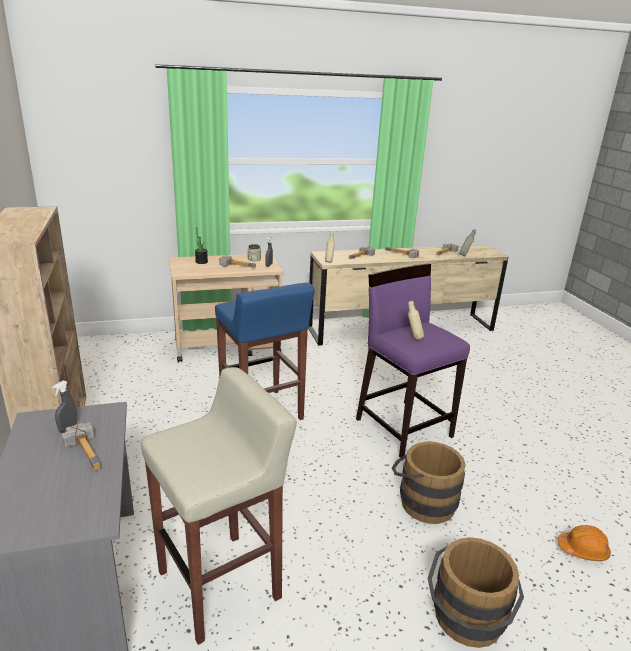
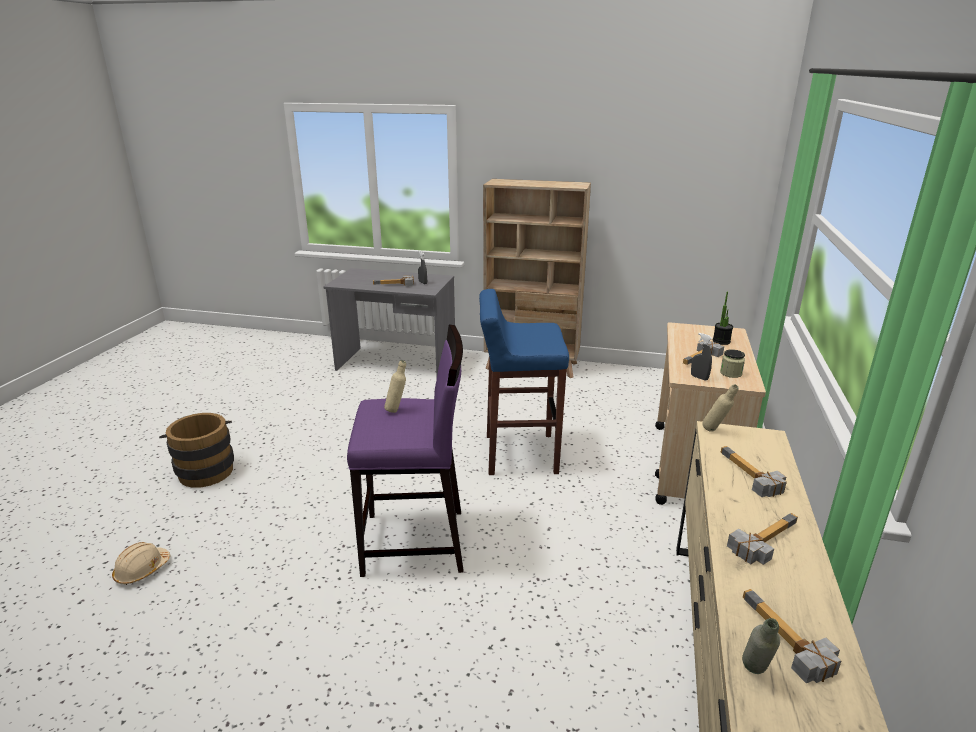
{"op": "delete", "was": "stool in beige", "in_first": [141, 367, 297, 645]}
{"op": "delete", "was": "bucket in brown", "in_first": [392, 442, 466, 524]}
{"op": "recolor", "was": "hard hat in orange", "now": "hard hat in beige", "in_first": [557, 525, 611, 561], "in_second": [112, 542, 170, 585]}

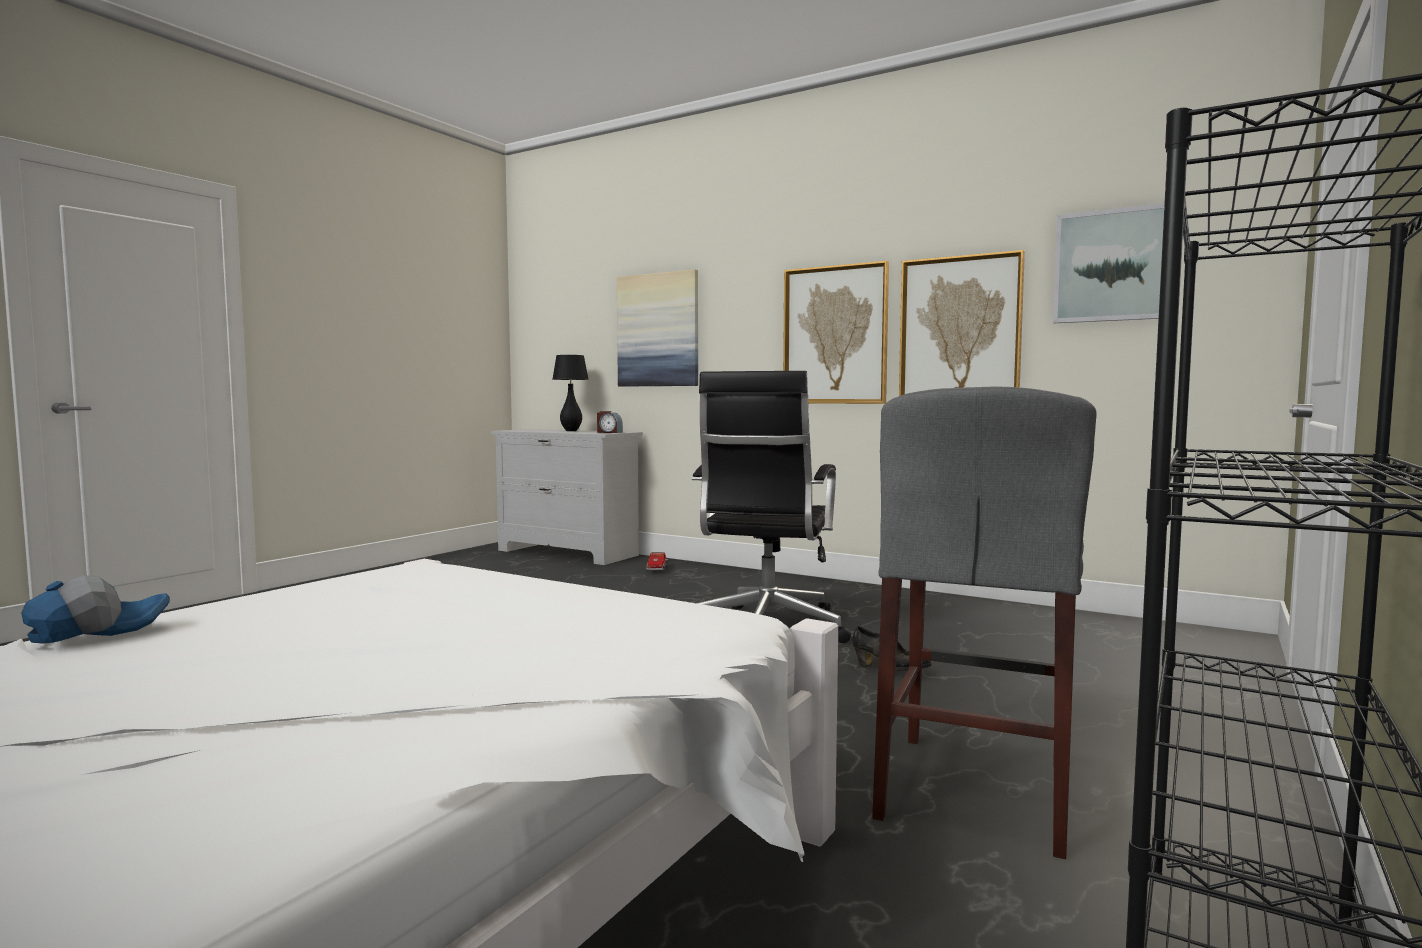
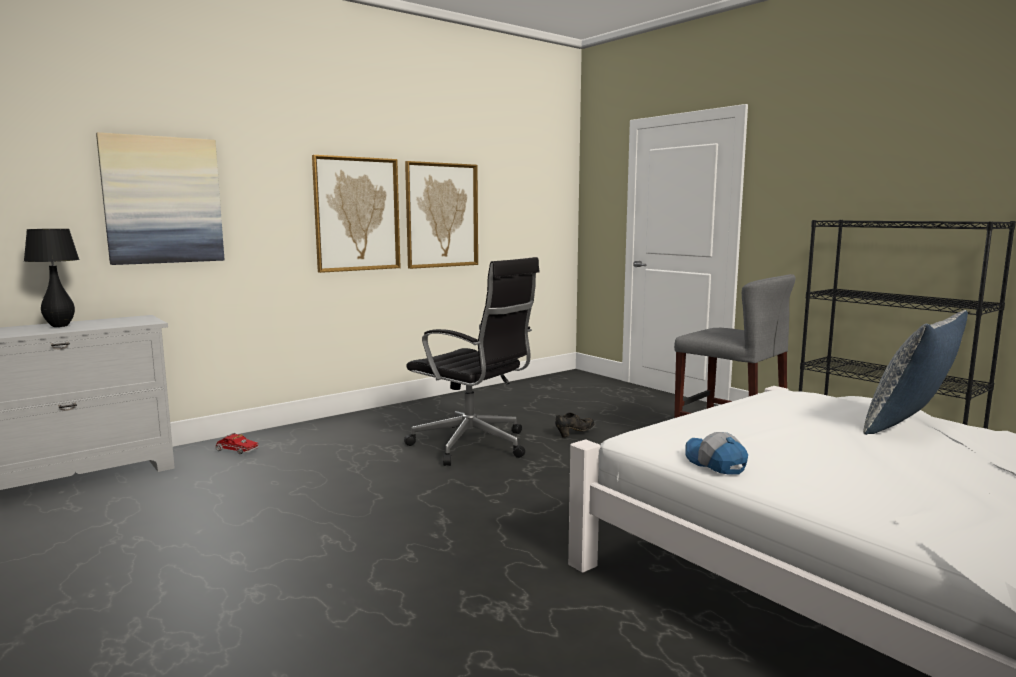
{"op": "delete", "was": "alarm clock", "in_first": [597, 411, 623, 433]}
{"op": "delete", "was": "picture", "in_first": [1053, 203, 1164, 323]}
{"op": "insert", "now": "pillow", "in_second": [863, 310, 968, 435]}
{"op": "move", "was": "cap", "in_first": [21, 575, 170, 644], "in_second": [685, 432, 748, 475]}

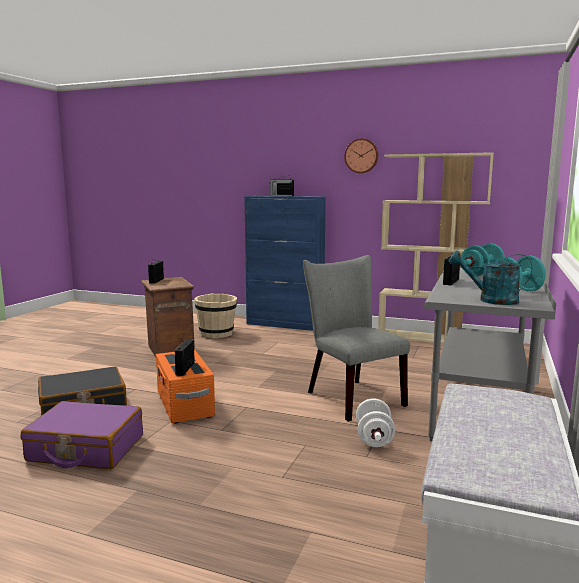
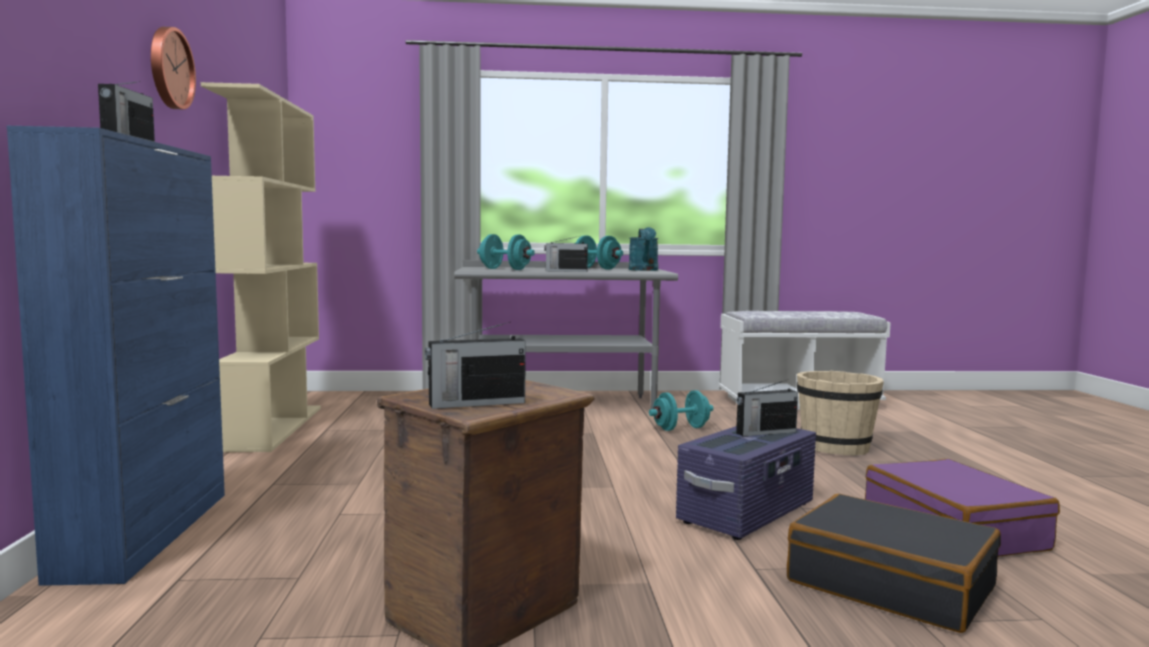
{"op": "delete", "was": "chair in grey", "in_first": [303, 255, 410, 422]}
{"op": "move", "was": "bucket in beige", "in_first": [194, 293, 237, 339], "in_second": [797, 371, 884, 455]}
{"op": "recolor", "was": "storage box in orange", "now": "storage box in purple", "in_first": [156, 350, 215, 424], "in_second": [676, 426, 816, 540]}
{"op": "recolor", "was": "dumbbell in white", "now": "dumbbell in turquoise", "in_first": [356, 399, 395, 447], "in_second": [649, 390, 713, 431]}

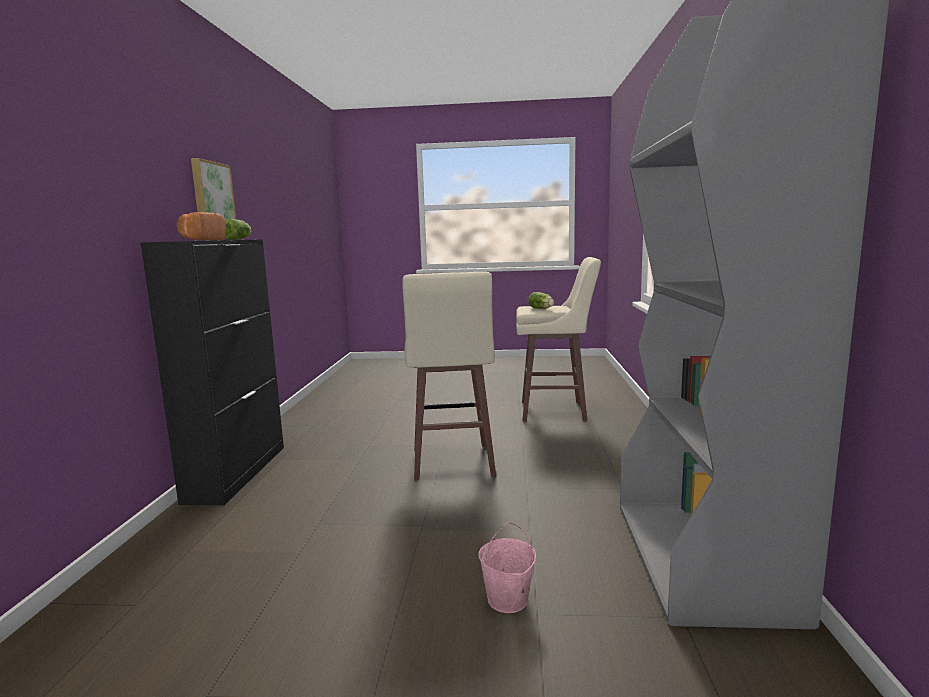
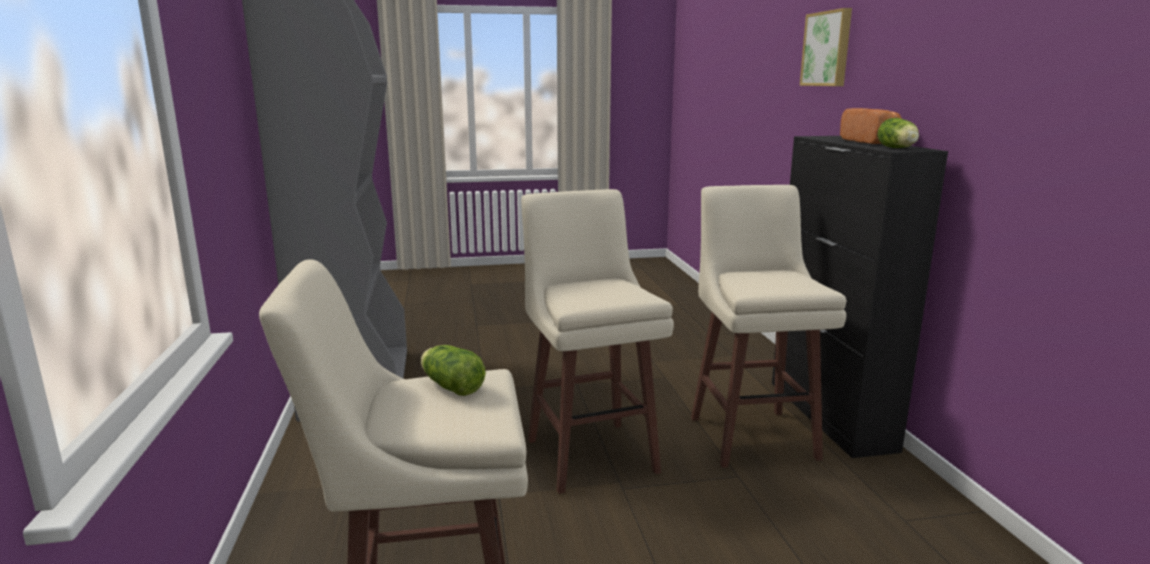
{"op": "delete", "was": "bucket in pink", "in_first": [478, 522, 536, 613]}
{"op": "insert", "now": "stool in beige", "in_second": [691, 185, 846, 468]}
{"op": "move", "was": "picture", "in_first": [191, 158, 236, 219], "in_second": [800, 8, 852, 86]}

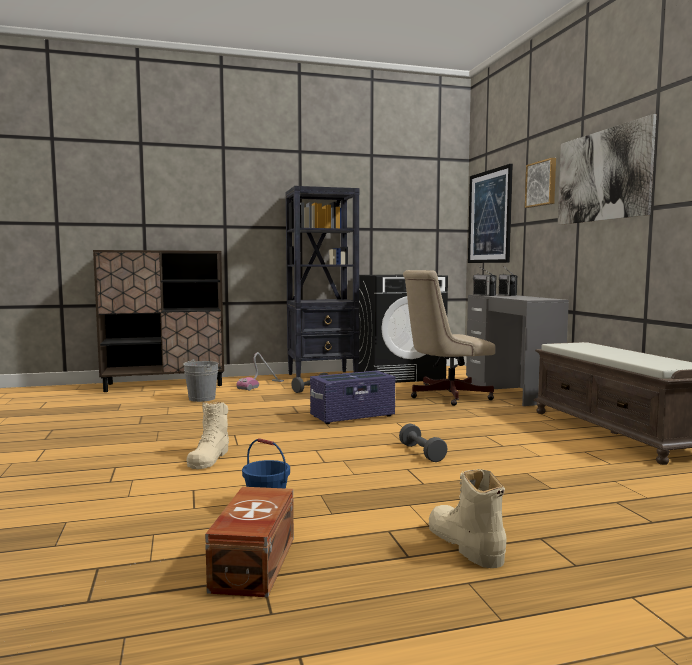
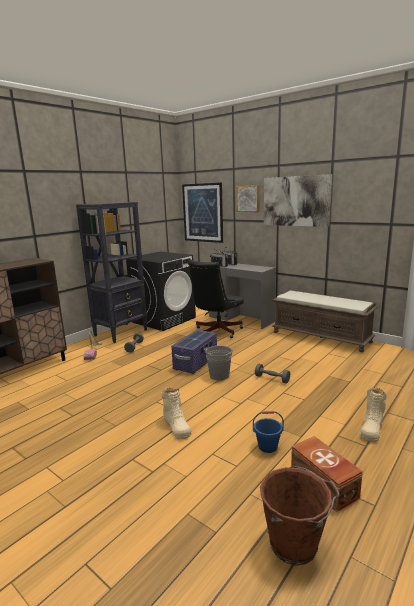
{"op": "insert", "now": "bucket in brown", "in_second": [260, 465, 340, 566]}
{"op": "move", "was": "bucket in grey", "in_first": [183, 359, 219, 402], "in_second": [204, 346, 233, 380]}
{"op": "recolor", "was": "office chair in beige", "now": "office chair in black", "in_first": [403, 270, 495, 406], "in_second": [188, 259, 244, 338]}
{"op": "rotate", "was": "boot in beige", "in_first": [428, 469, 506, 568], "in_second": [360, 387, 387, 442], "clockwise": -90}

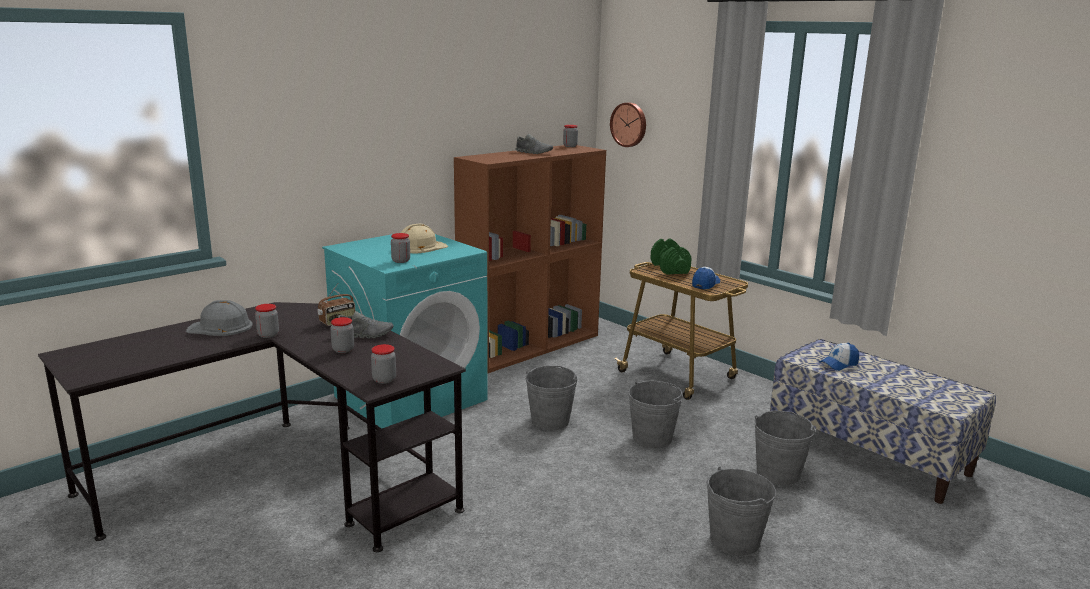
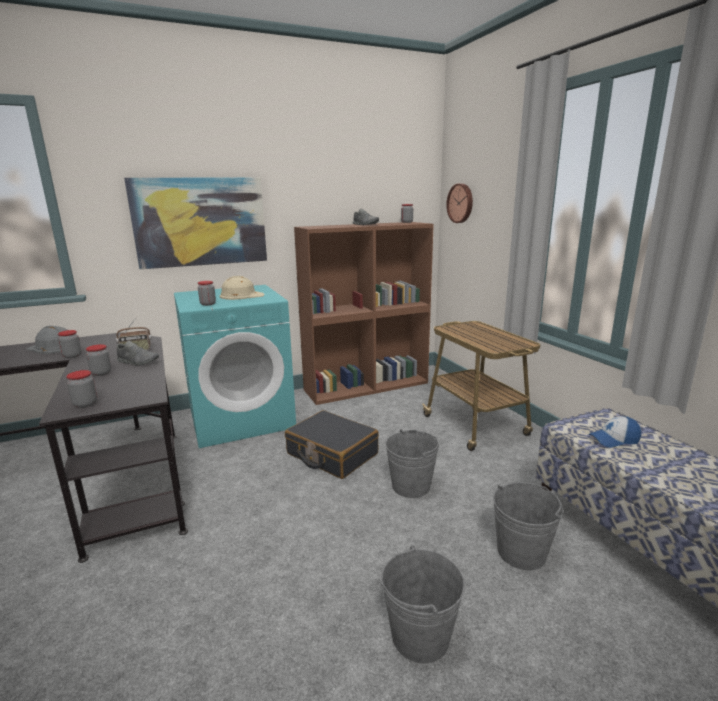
{"op": "delete", "was": "dumbbell in green", "in_first": [650, 238, 692, 274]}
{"op": "delete", "was": "cap", "in_first": [692, 267, 720, 289]}
{"op": "insert", "now": "picture", "in_second": [124, 178, 267, 269]}
{"op": "replace", "was": "bucket in grey", "now": "suitcase in black", "in_first": [525, 366, 578, 430], "in_second": [285, 410, 379, 479]}

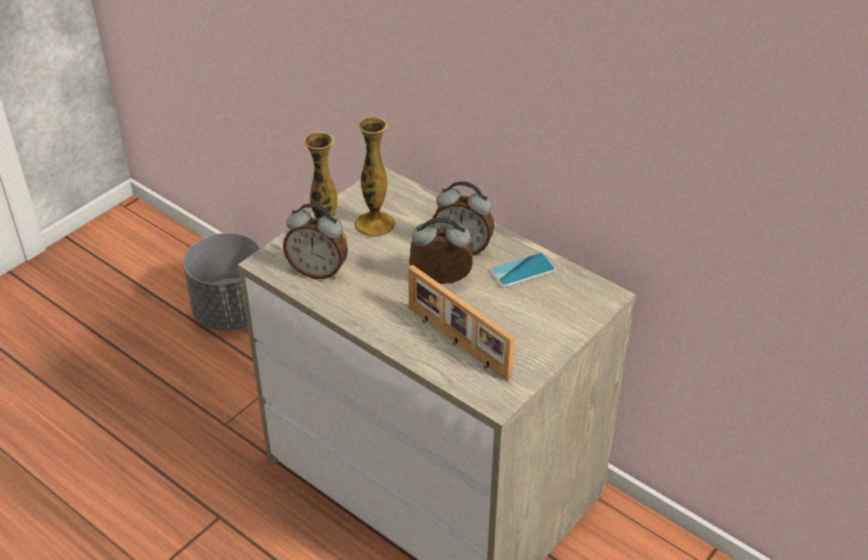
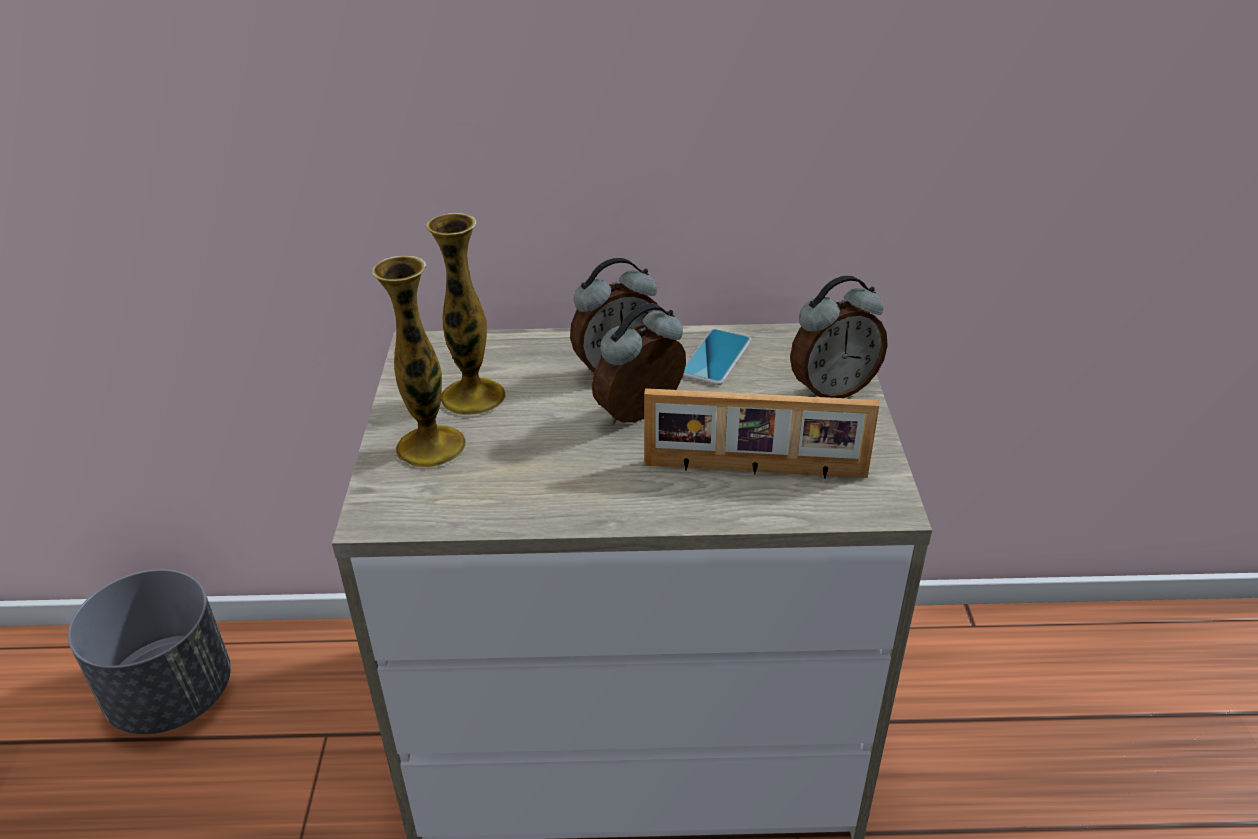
{"op": "move", "was": "alarm clock", "in_first": [283, 203, 348, 279], "in_second": [790, 276, 888, 398]}

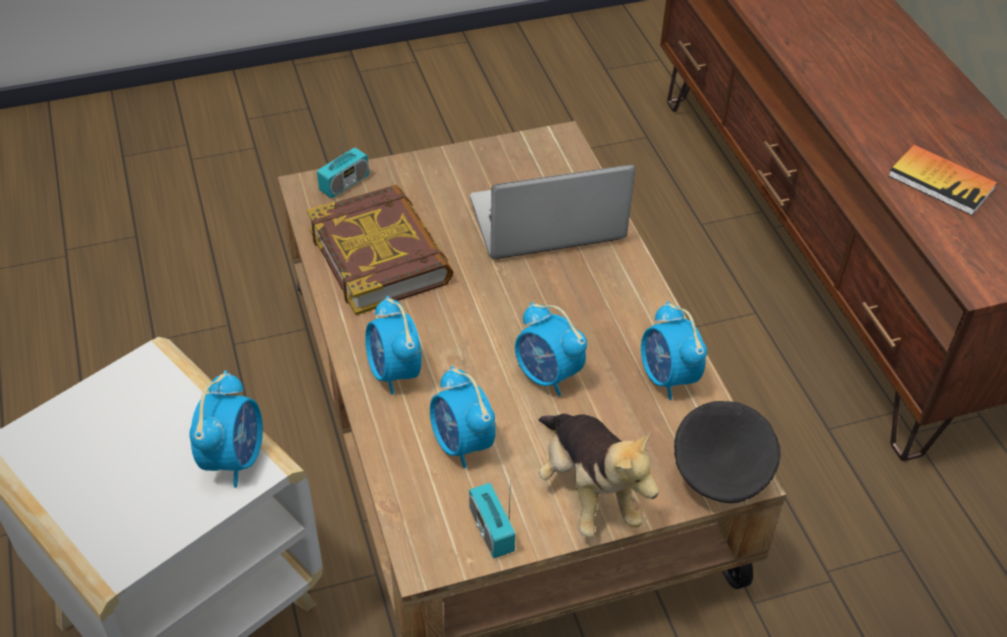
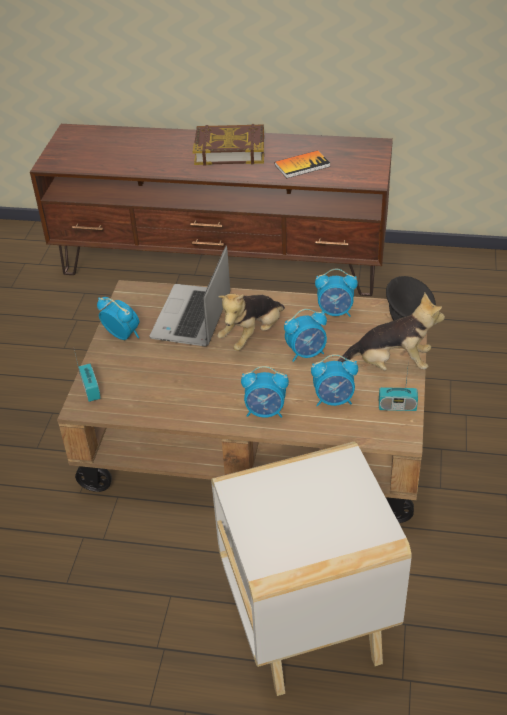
{"op": "insert", "now": "plush toy", "in_second": [218, 294, 285, 351]}
{"op": "move", "was": "alarm clock", "in_first": [189, 370, 263, 488], "in_second": [97, 297, 139, 340]}
{"op": "move", "was": "book", "in_first": [307, 185, 454, 315], "in_second": [193, 124, 264, 166]}

